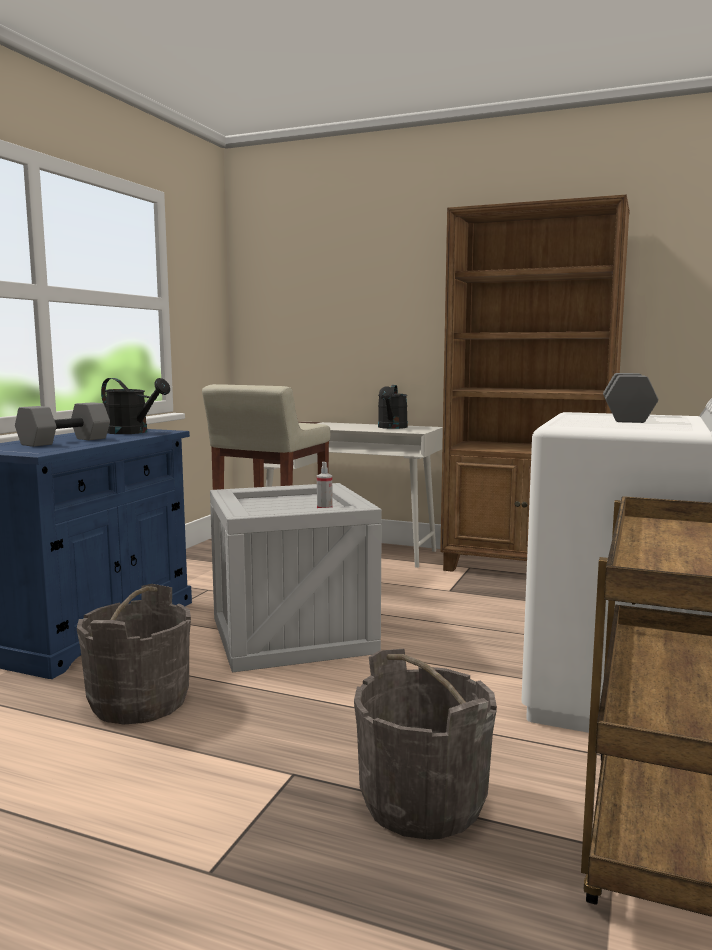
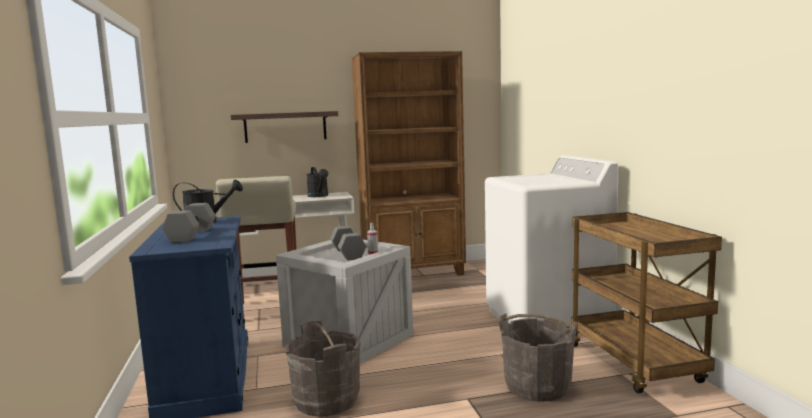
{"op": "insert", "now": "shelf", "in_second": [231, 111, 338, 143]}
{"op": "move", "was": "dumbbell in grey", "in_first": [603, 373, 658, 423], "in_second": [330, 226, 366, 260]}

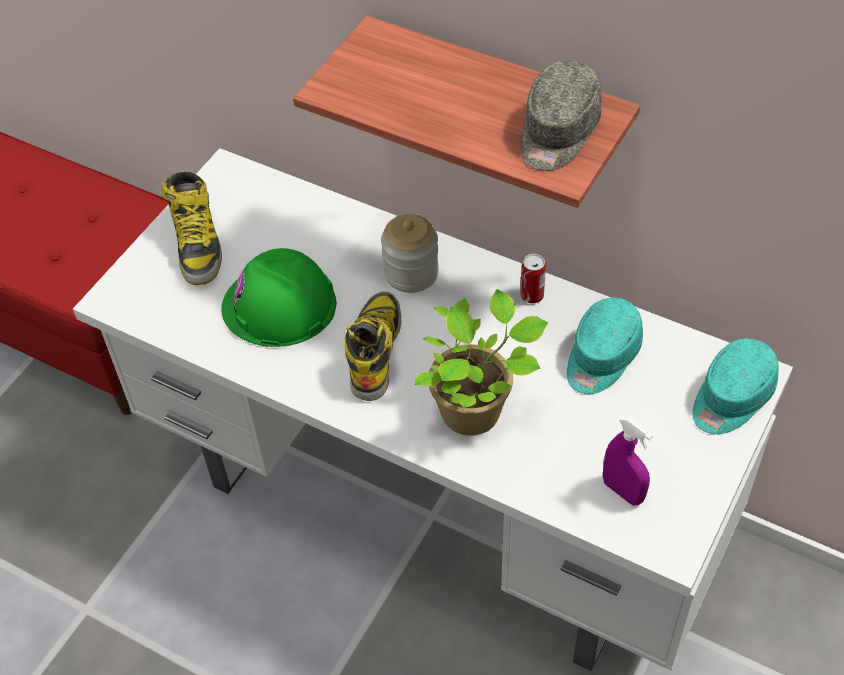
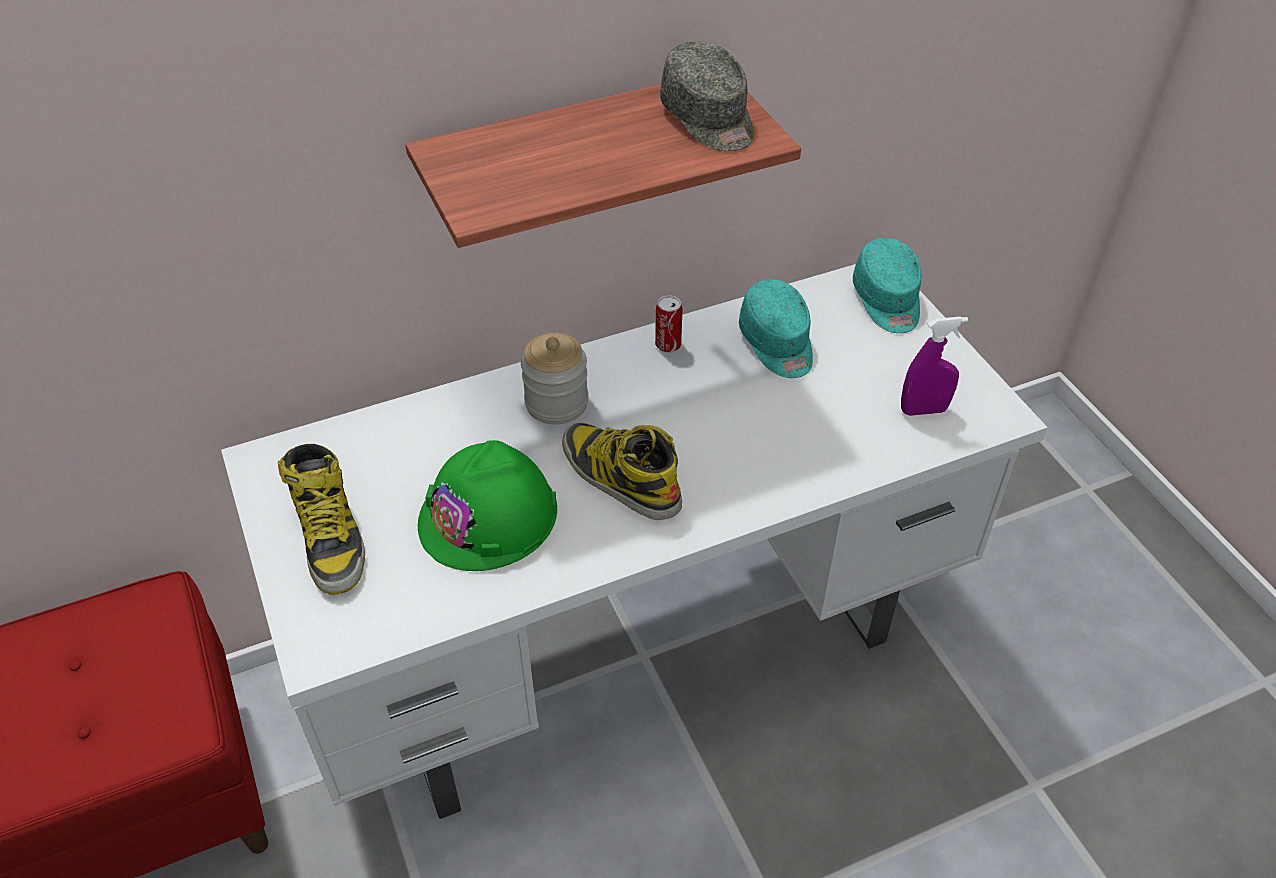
{"op": "delete", "was": "potted plant", "in_first": [415, 289, 548, 436]}
{"op": "rotate", "was": "boot", "in_first": [161, 172, 222, 285], "in_second": [278, 444, 365, 595], "clockwise": 45}

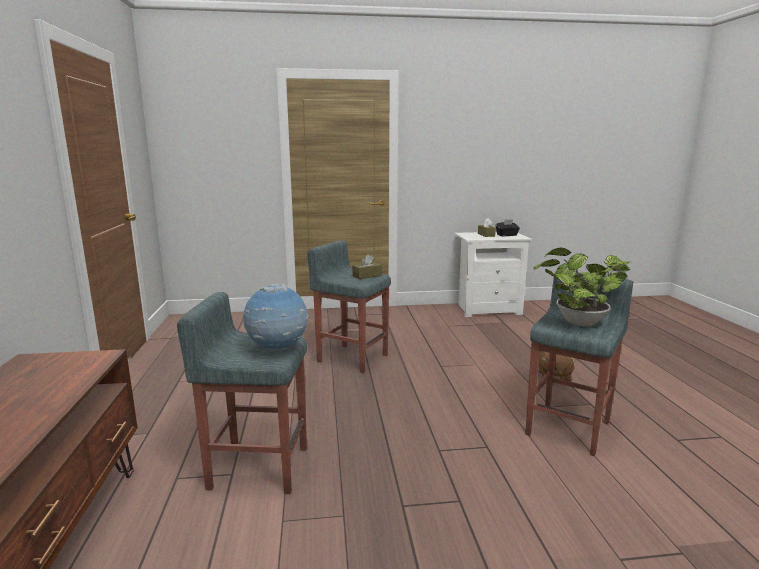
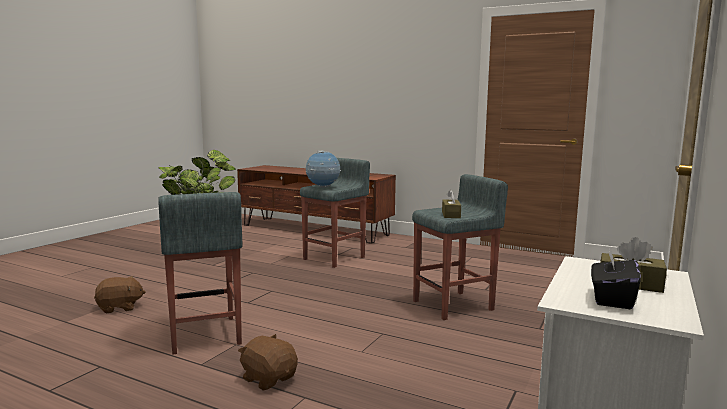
{"op": "insert", "now": "plush toy in brown", "in_second": [94, 276, 145, 313]}

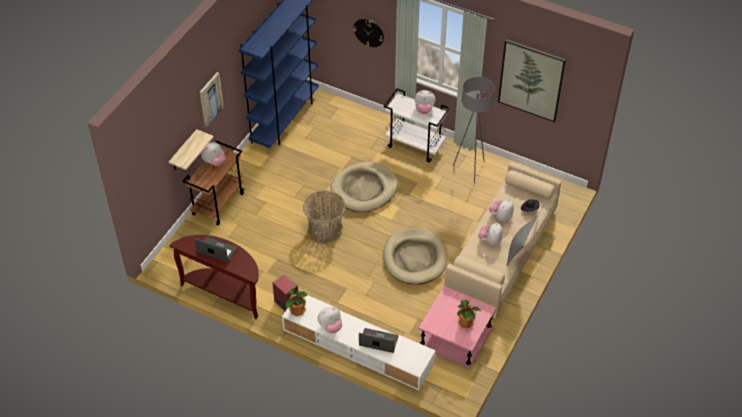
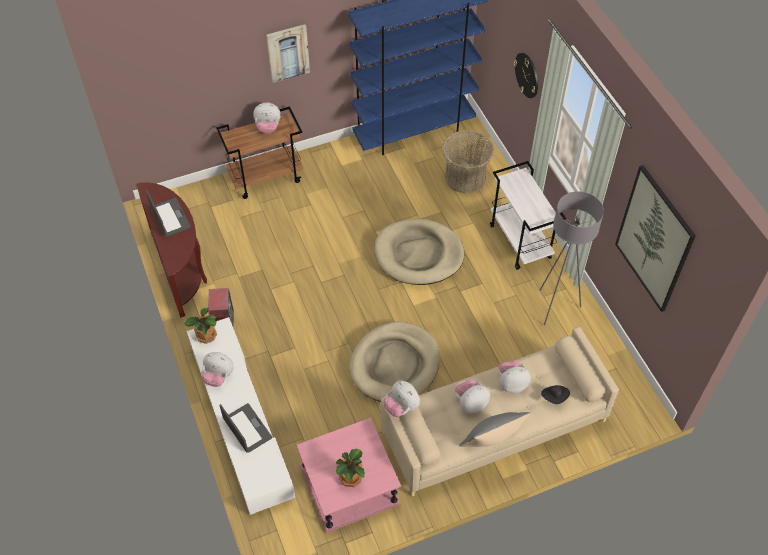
{"op": "delete", "was": "shelf", "in_first": [168, 129, 214, 170]}
{"op": "move", "was": "basket", "in_first": [303, 190, 346, 243], "in_second": [443, 130, 494, 194]}
{"op": "move", "was": "plush toy", "in_first": [415, 90, 436, 114], "in_second": [383, 381, 420, 417]}

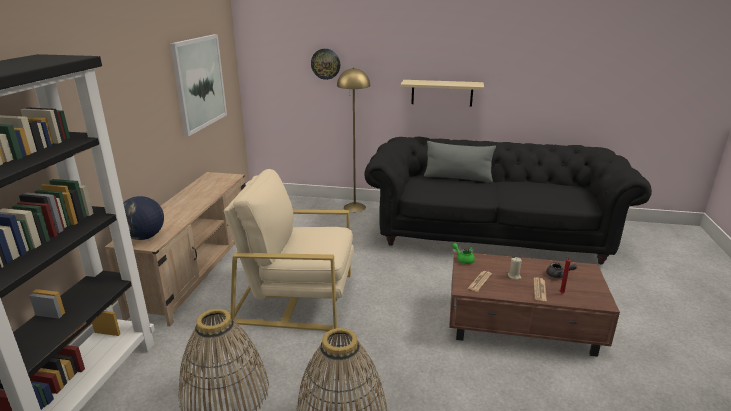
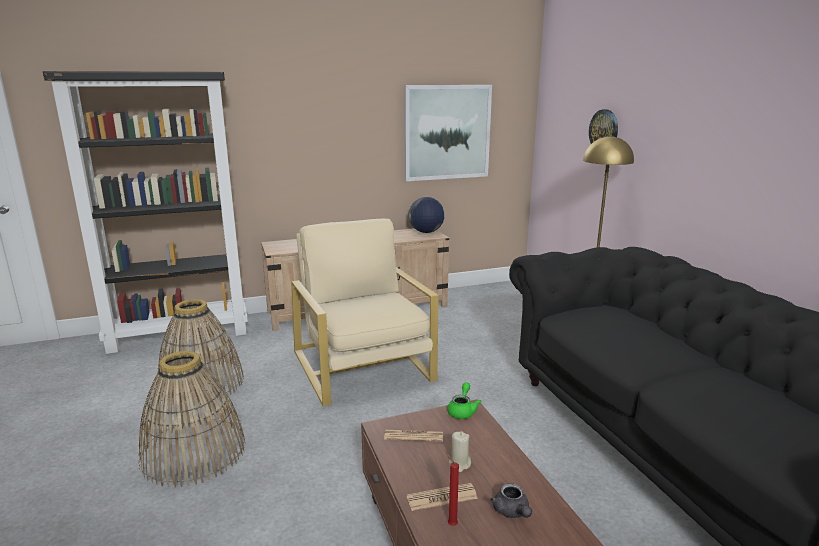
{"op": "delete", "was": "shelf in beige", "in_first": [400, 80, 484, 107]}
{"op": "delete", "was": "pillow in grey", "in_first": [424, 141, 496, 183]}
{"op": "move", "was": "globe", "in_first": [123, 196, 164, 240], "in_second": [409, 197, 445, 233]}

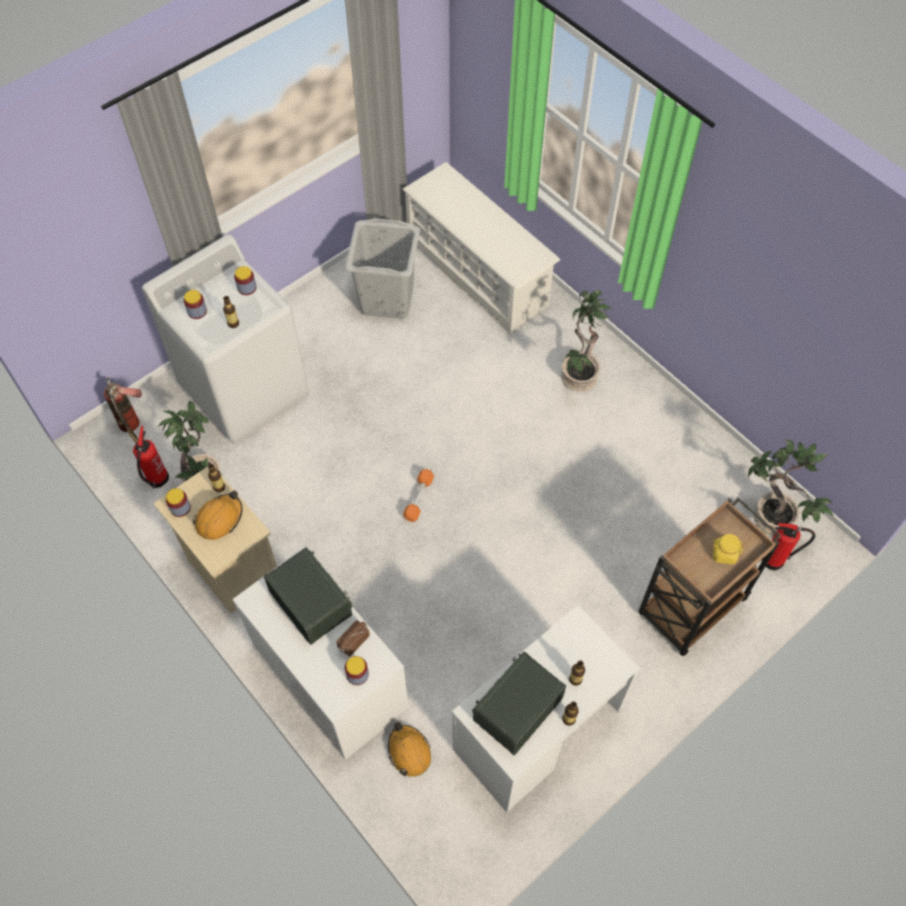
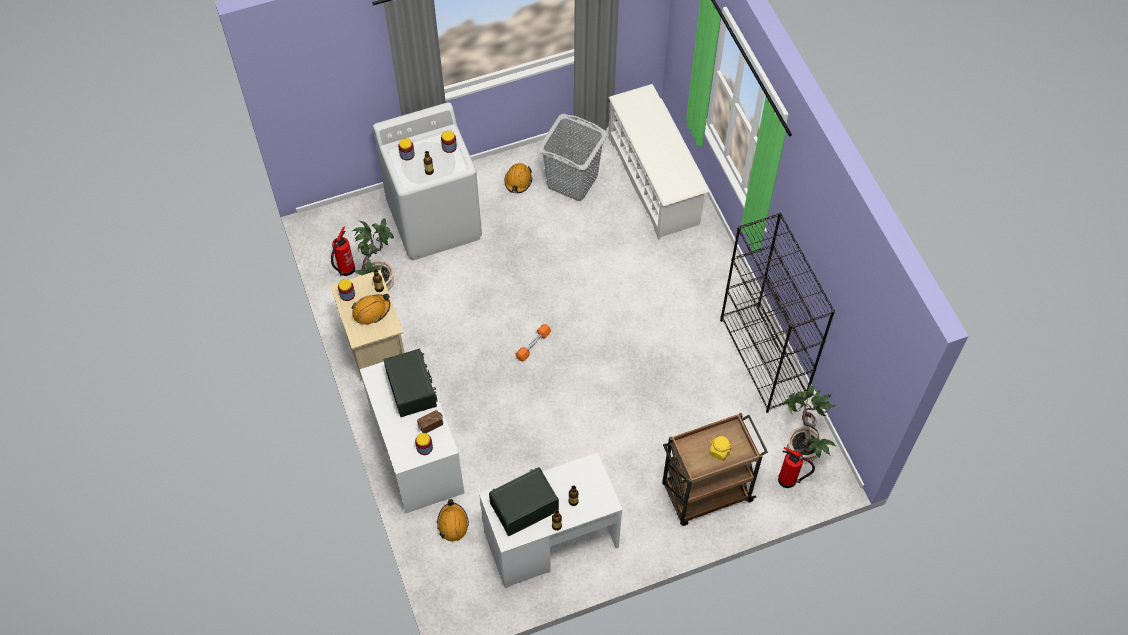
{"op": "delete", "was": "fire extinguisher", "in_first": [104, 377, 142, 443]}
{"op": "delete", "was": "potted plant", "in_first": [562, 290, 612, 392]}
{"op": "insert", "now": "hard hat in orange", "in_second": [505, 163, 532, 193]}
{"op": "insert", "now": "bookcase in black", "in_second": [720, 212, 835, 413]}

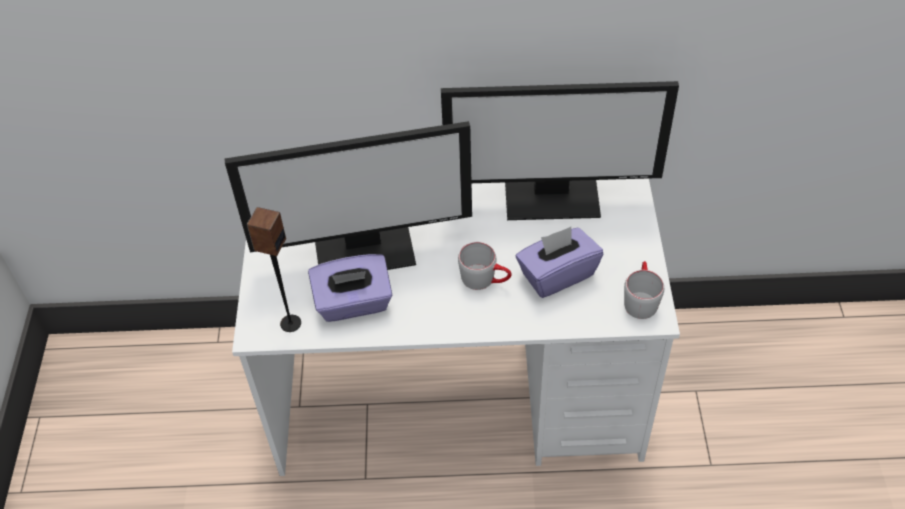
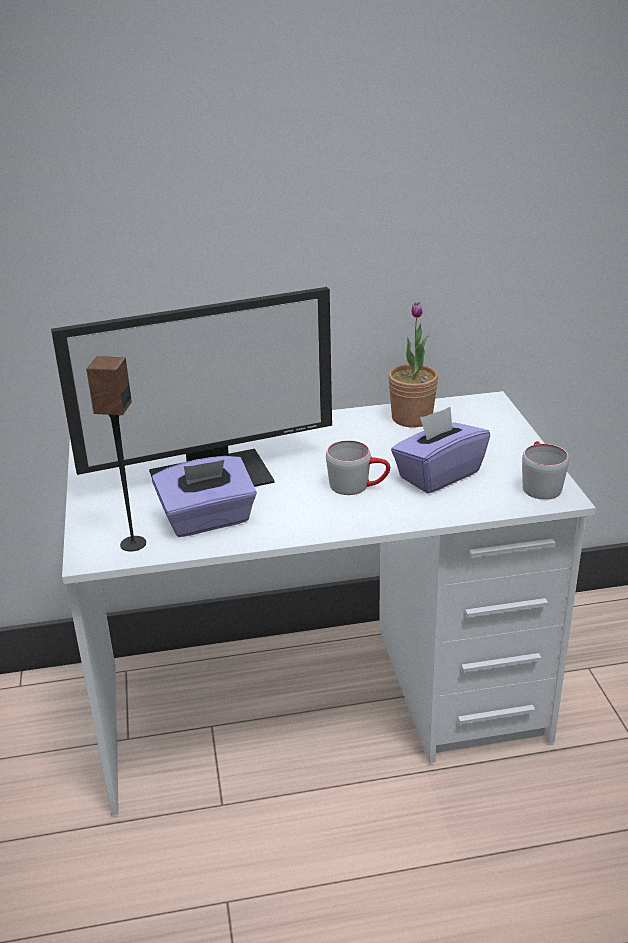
{"op": "replace", "was": "monitor", "now": "potted plant", "in_first": [441, 81, 679, 220], "in_second": [388, 302, 438, 427]}

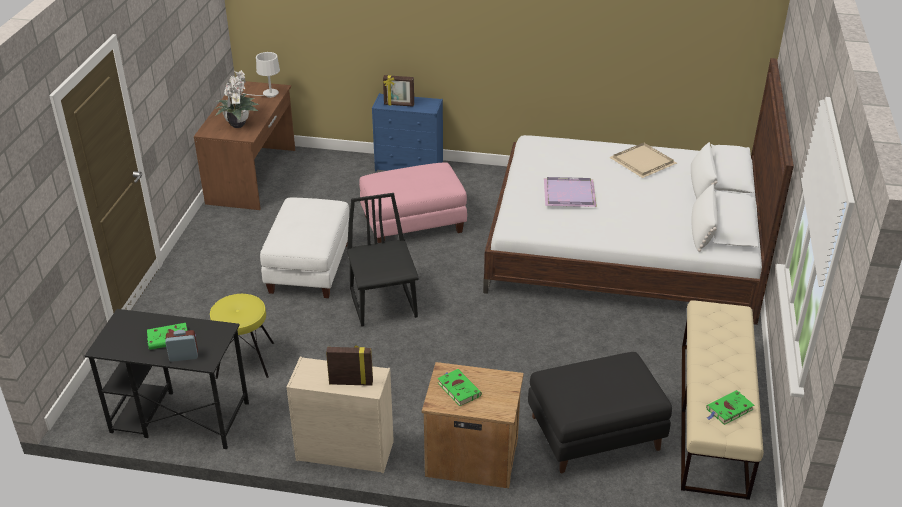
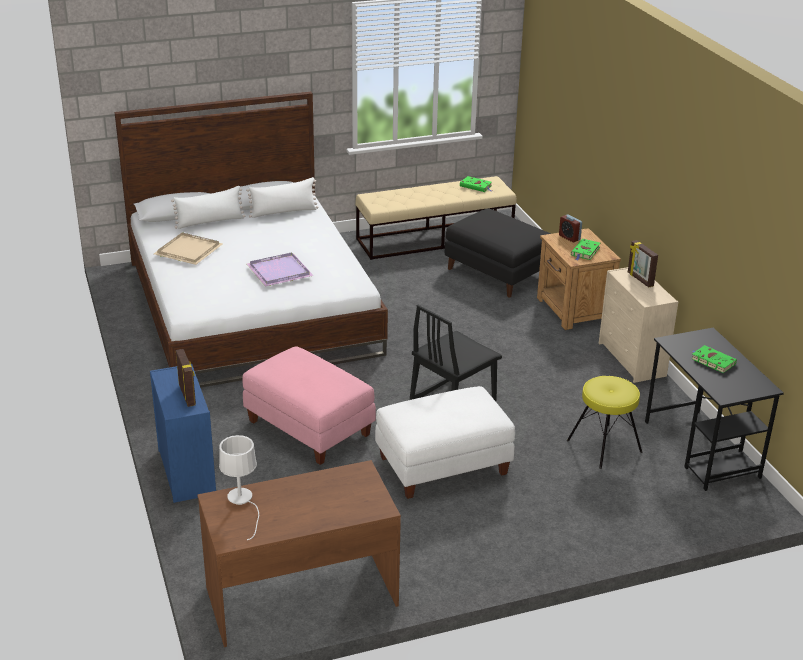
{"op": "delete", "was": "potted plant", "in_first": [215, 70, 259, 128]}
{"op": "move", "was": "alarm clock", "in_first": [165, 330, 198, 362], "in_second": [559, 214, 582, 242]}

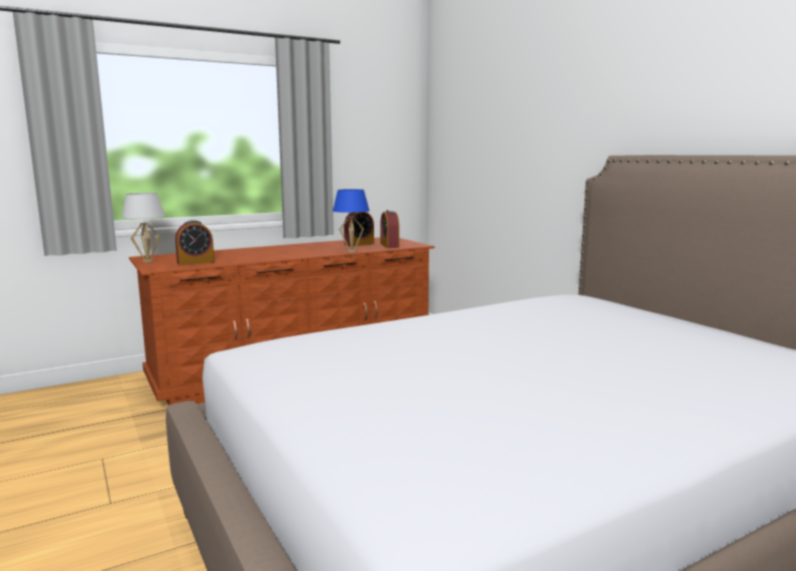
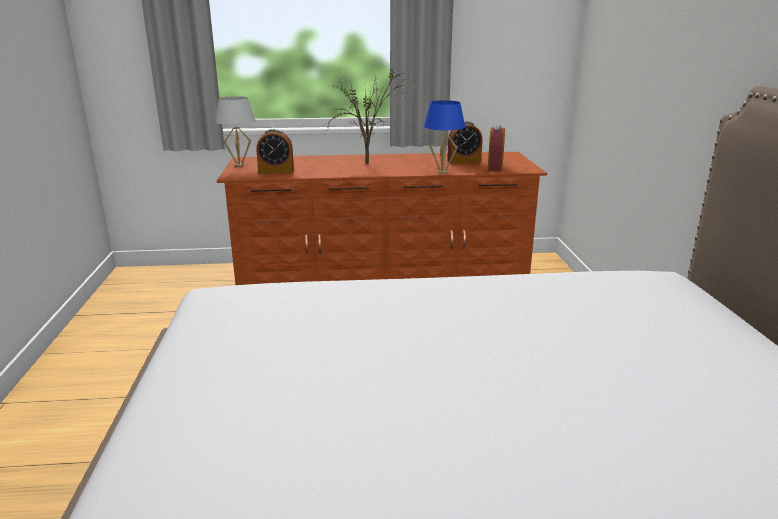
{"op": "insert", "now": "potted plant", "in_second": [327, 68, 415, 164]}

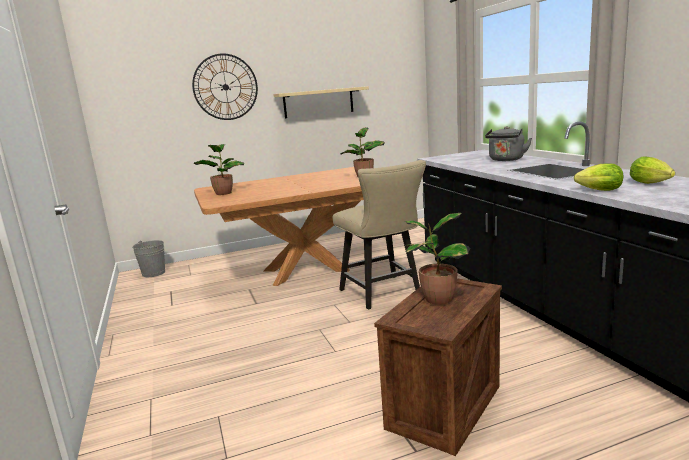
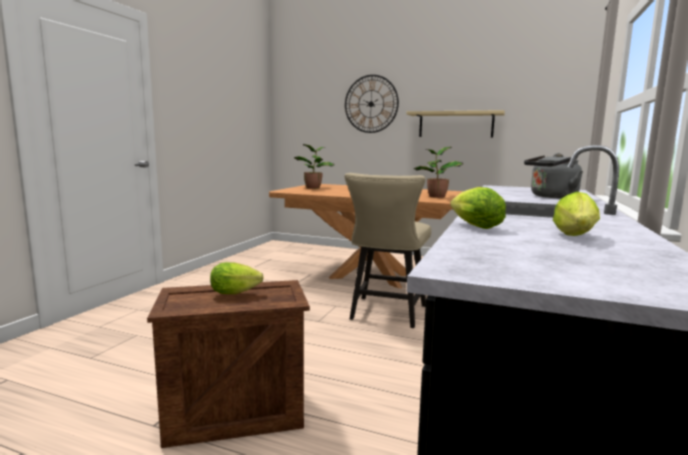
{"op": "delete", "was": "bucket in grey", "in_first": [132, 240, 165, 277]}
{"op": "replace", "was": "potted plant", "now": "lettuce", "in_first": [404, 213, 470, 305], "in_second": [210, 262, 264, 294]}

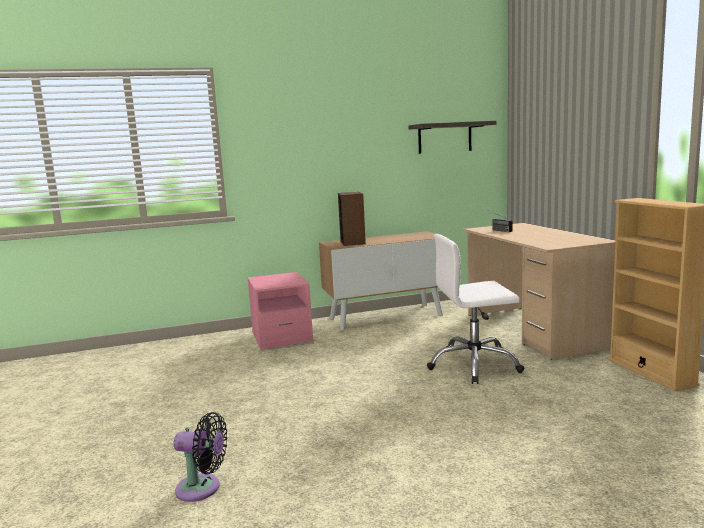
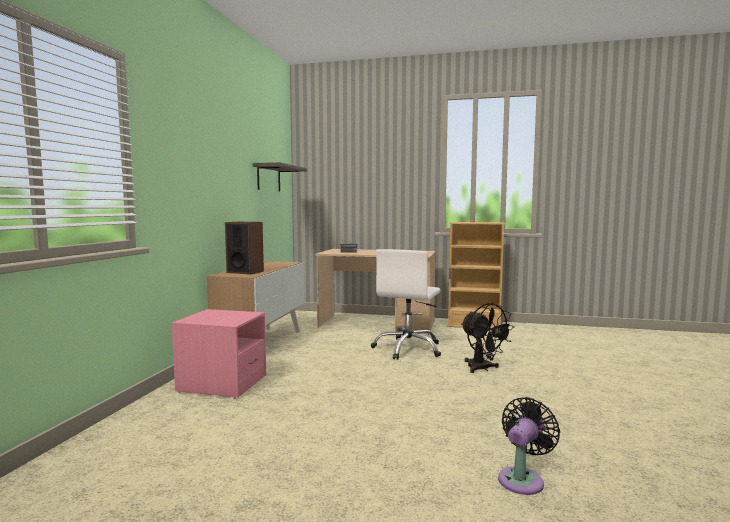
{"op": "insert", "now": "fan in black", "in_second": [461, 303, 515, 373]}

